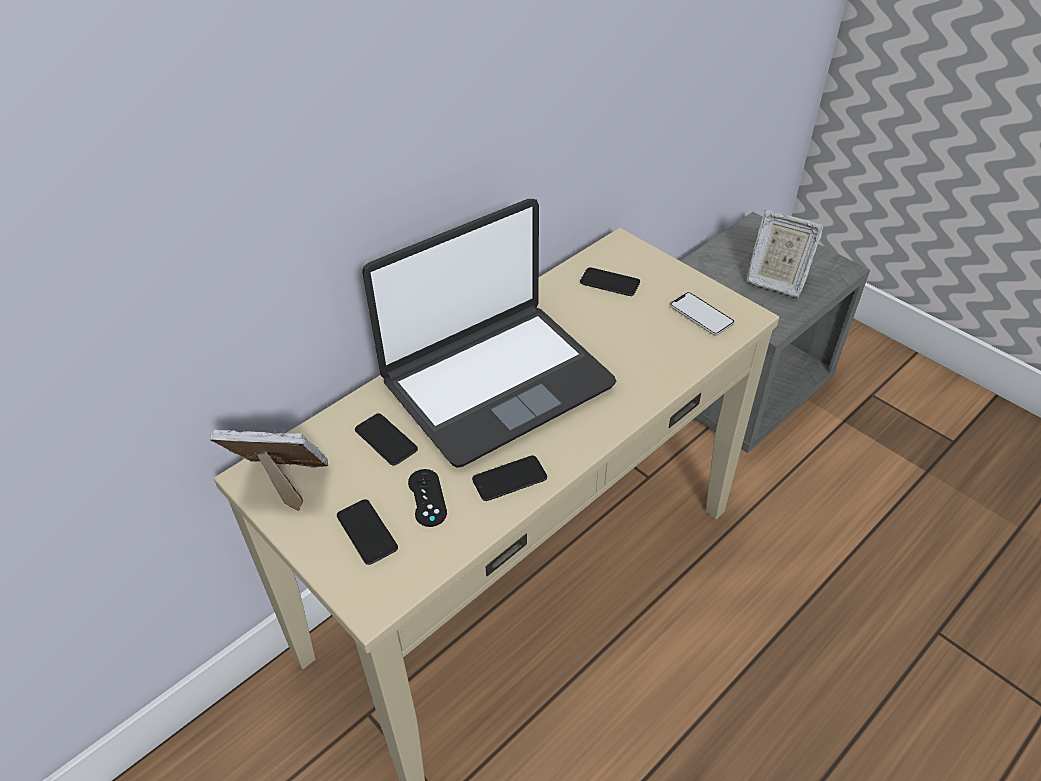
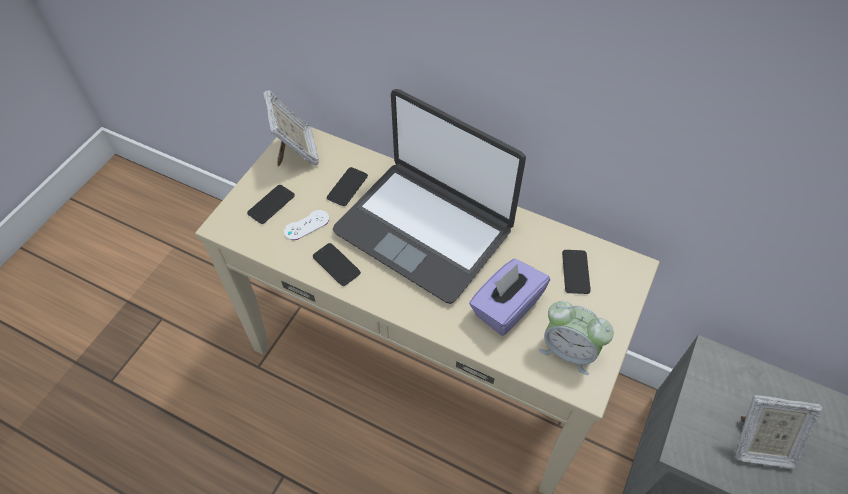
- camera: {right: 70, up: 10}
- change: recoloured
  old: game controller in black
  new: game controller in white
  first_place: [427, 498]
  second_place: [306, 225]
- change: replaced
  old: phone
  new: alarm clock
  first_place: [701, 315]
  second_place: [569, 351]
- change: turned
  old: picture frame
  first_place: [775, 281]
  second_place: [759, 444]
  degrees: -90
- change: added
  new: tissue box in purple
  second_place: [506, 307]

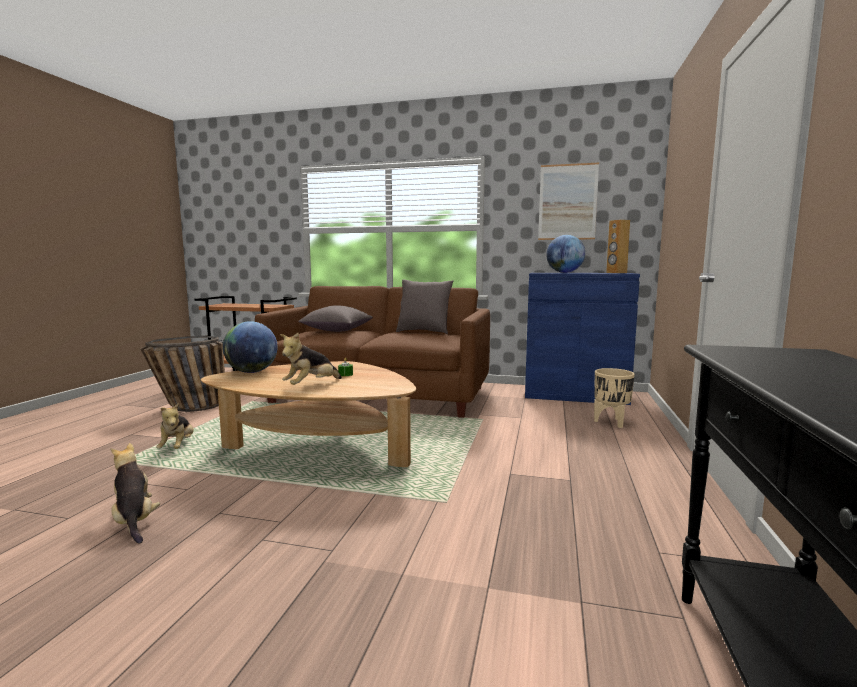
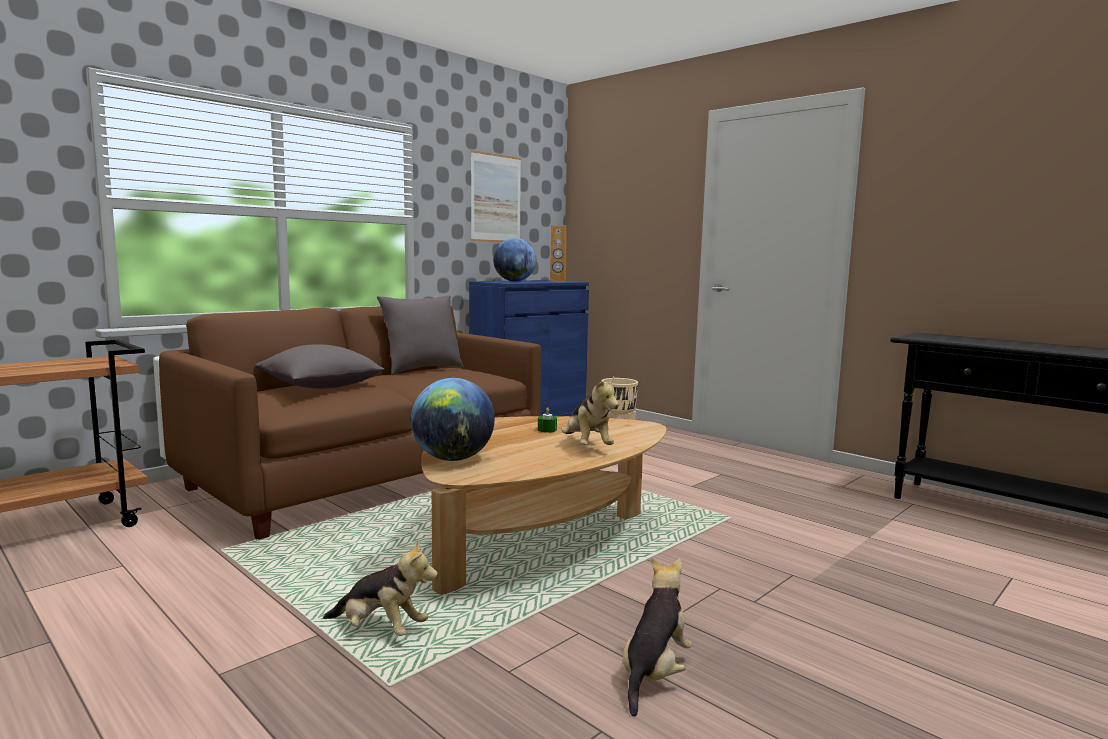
- camera: {right: -60, up: 0}
- change: turned
  old: plush toy
  first_place: [134, 520]
  second_place: [654, 673]
  degrees: 120
- change: removed
  old: basket
  first_place: [187, 408]

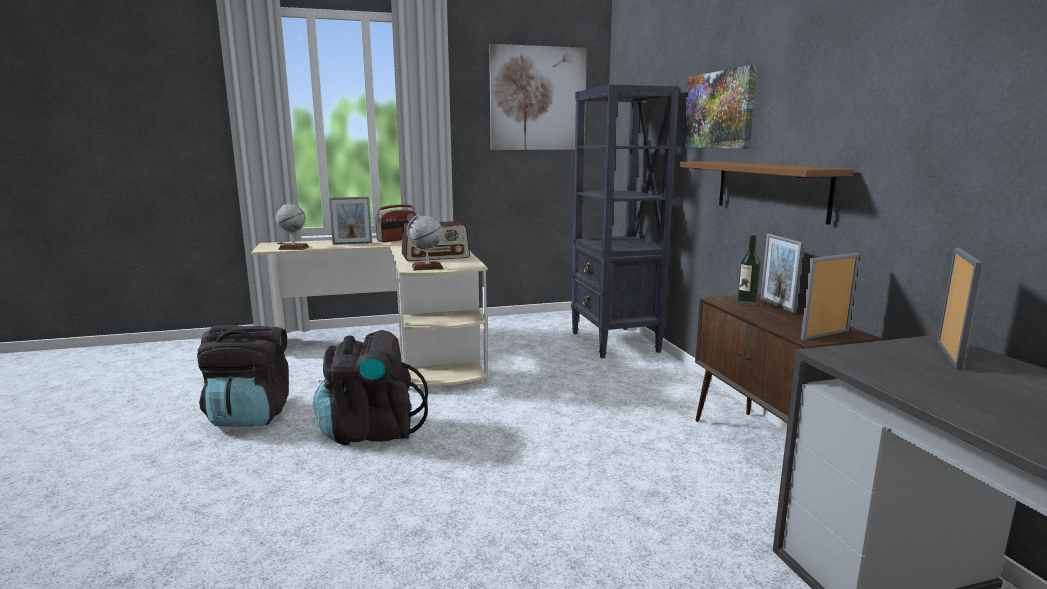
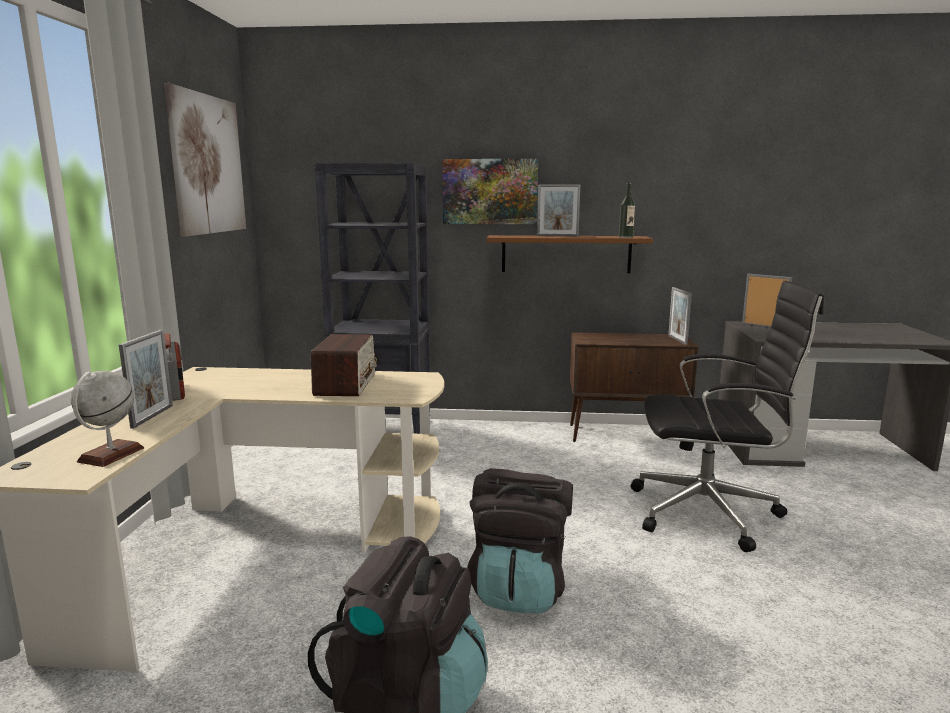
- camera: {right: -70, up: 0}
- change: removed
  old: globe
  first_place: [427, 267]
- change: moved
  old: bottle
  first_place: [746, 303]
  second_place: [626, 237]
- change: moved
  old: picture frame
  first_place: [777, 305]
  second_place: [557, 236]
- change: added
  new: office chair in black
  second_place: [709, 513]

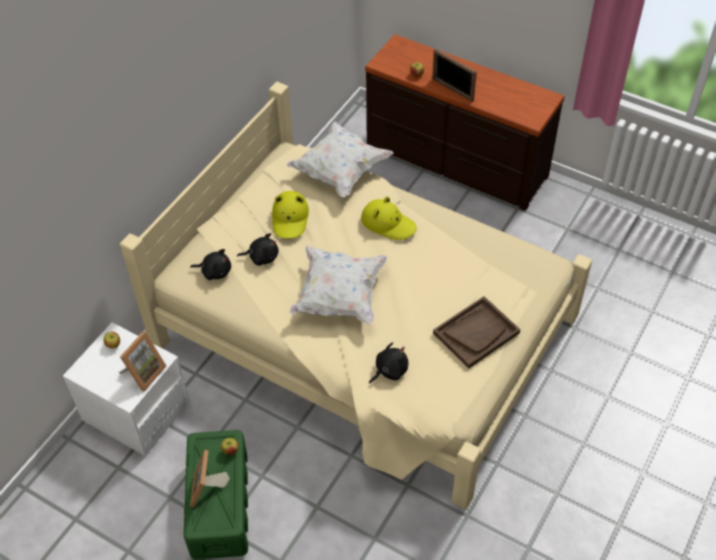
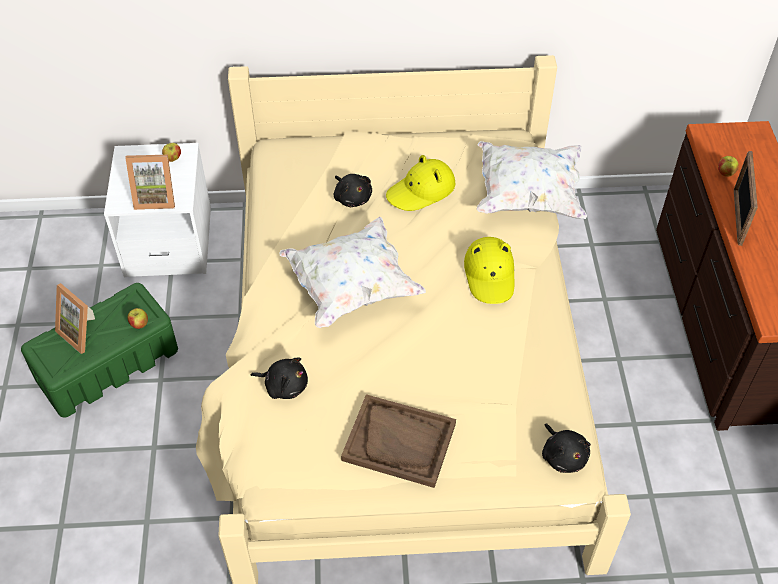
- camera: {right: 55, up: 0}
- change: moved
  old: plush toy in black
  first_place: [215, 271]
  second_place: [563, 456]
- change: turned
  old: picture frame
  first_place: [207, 490]
  second_place: [82, 332]
  degrees: -105

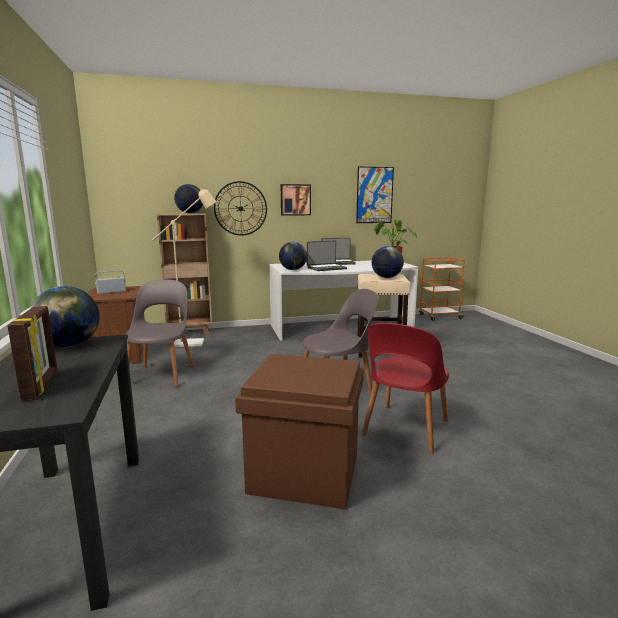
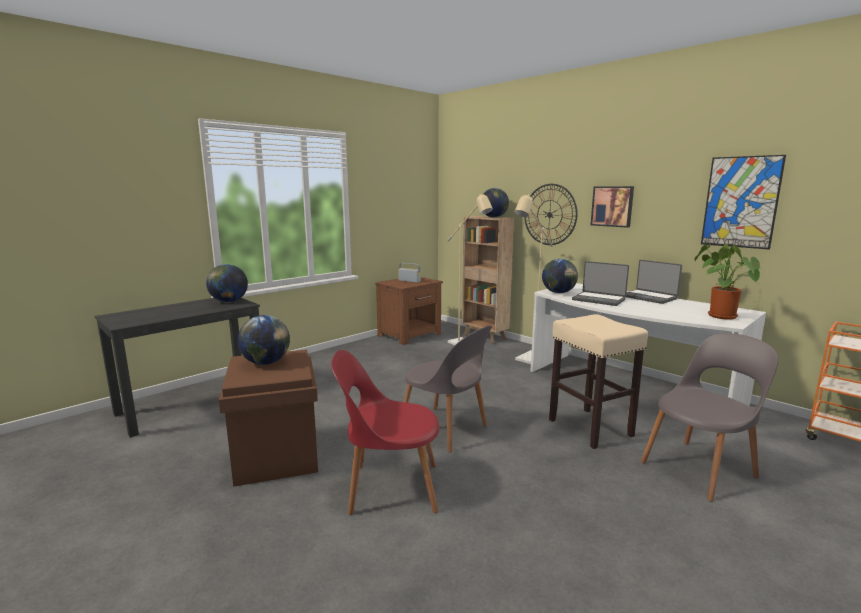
- camera: {right: 60, up: 0}
- change: removed
  old: picture frame
  first_place: [42, 385]
- change: moved
  old: chair in grey
  first_place: [161, 374]
  second_place: [701, 468]
- change: moved
  old: globe
  first_place: [386, 277]
  second_place: [266, 363]
- change: added
  new: floor lamp in beige
  second_place: [528, 360]

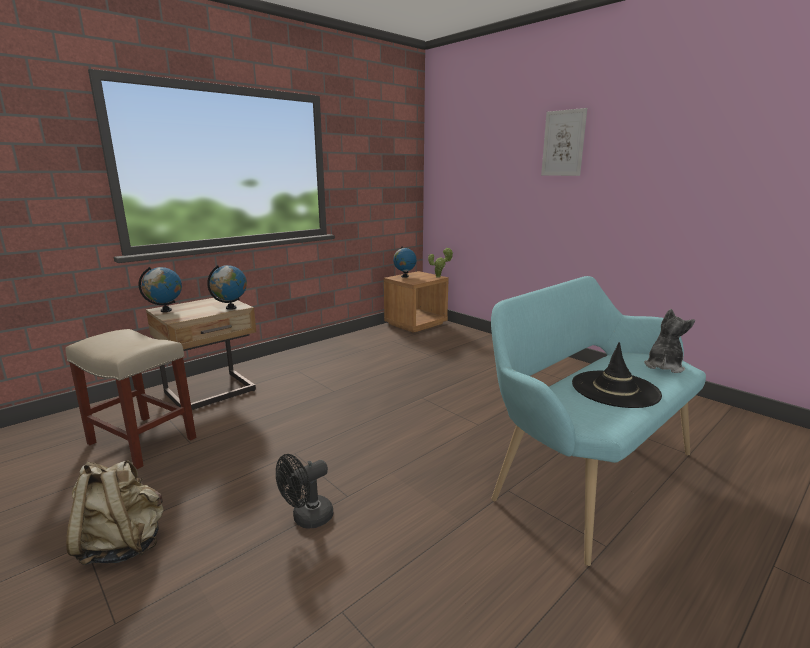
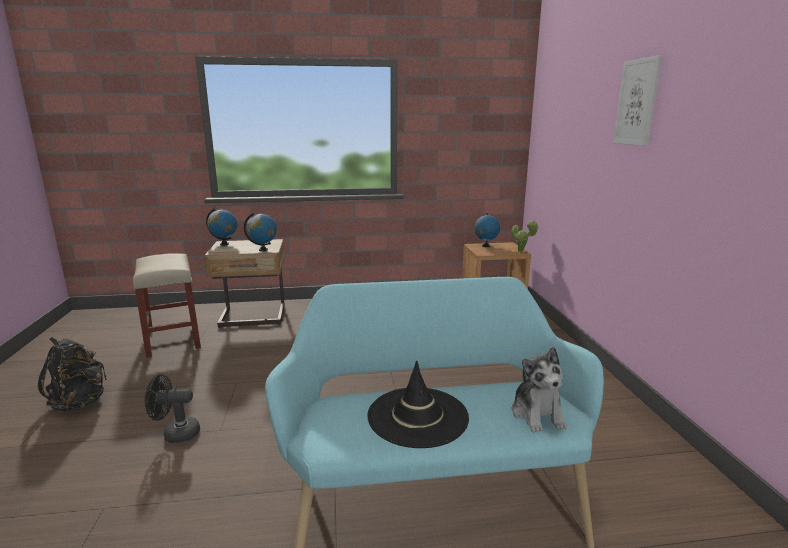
- camera: {right: 35, up: 0}
- change: recoloured
  old: backpack in beige
  new: backpack in black
  first_place: [123, 545]
  second_place: [80, 402]
- change: turned
  old: plush toy
  first_place: [663, 366]
  second_place: [537, 414]
  degrees: 105

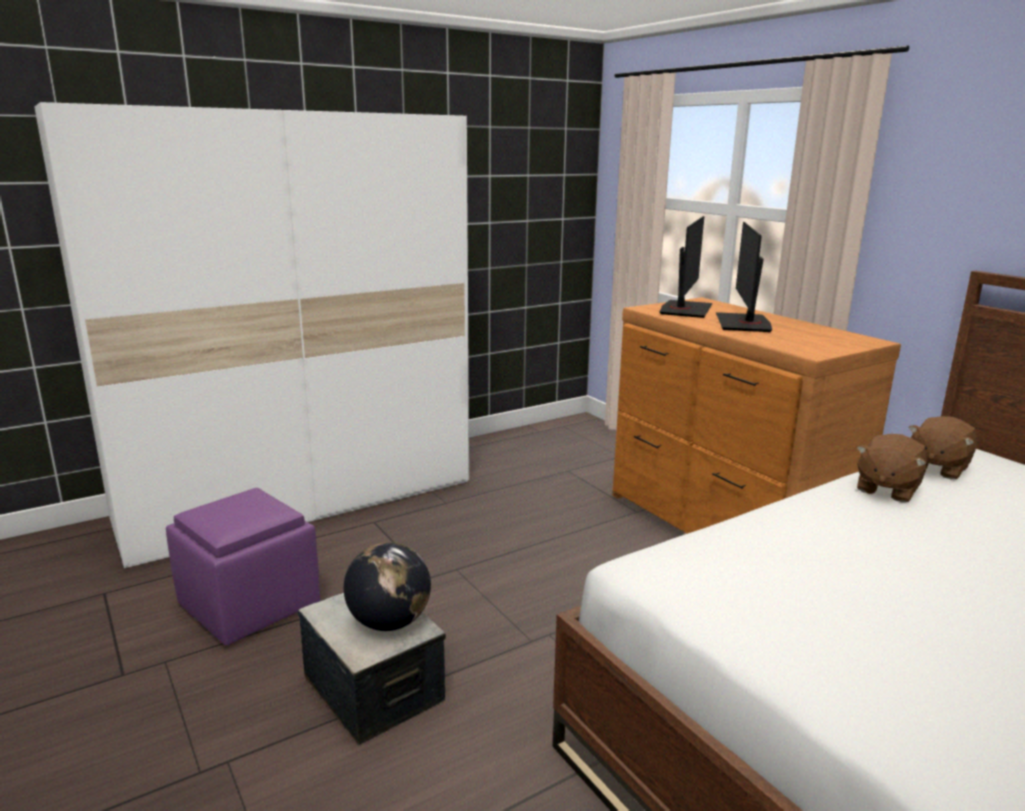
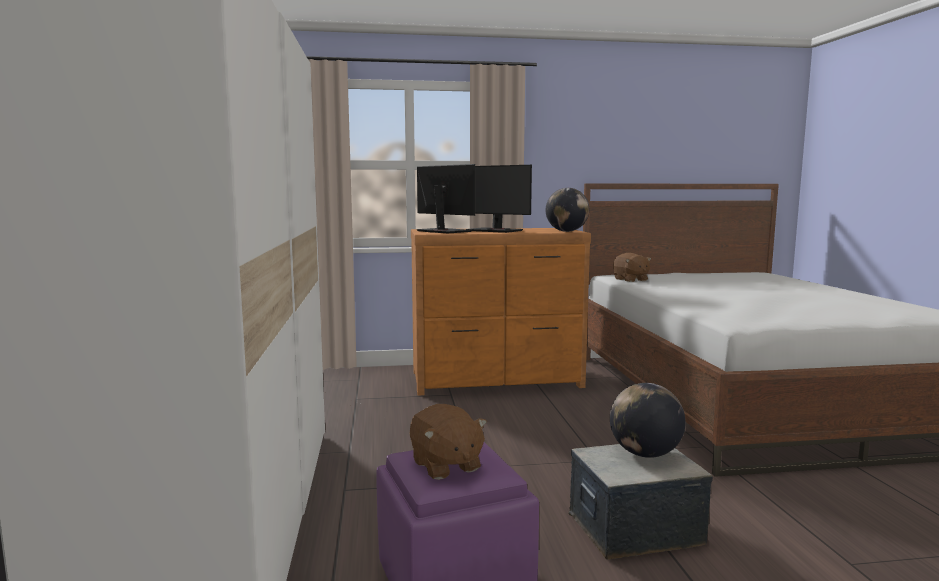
- camera: {right: -65, up: -10}
- change: moved
  old: plush toy in brown
  first_place: [886, 489]
  second_place: [445, 465]
- change: added
  new: globe
  second_place: [566, 231]

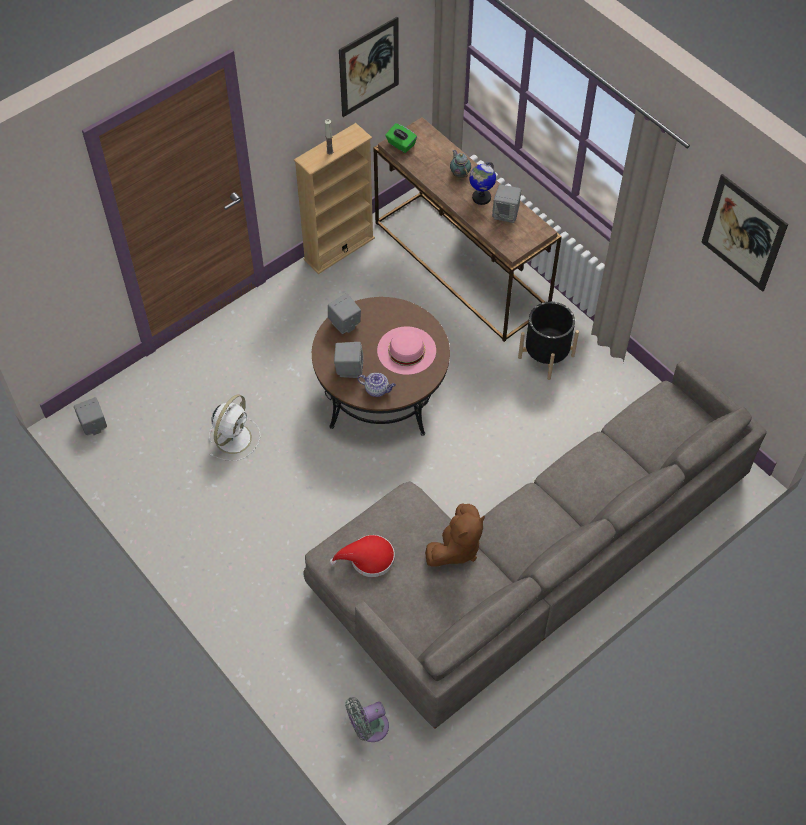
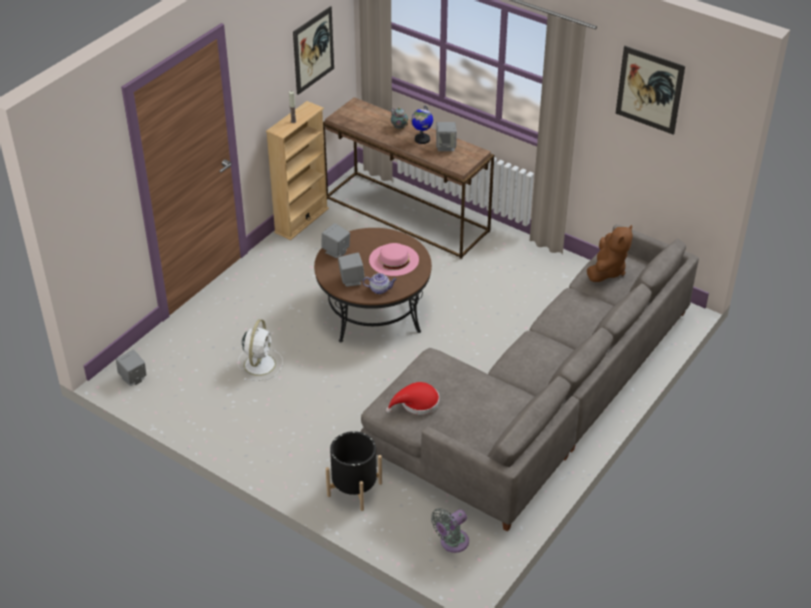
- camera: {right: -15, up: -15}
- change: removed
  old: tissue box in green
  first_place: [400, 144]
- change: moved
  old: plush toy in brown
  first_place: [456, 548]
  second_place: [607, 270]
- change: moved
  old: planter in black
  first_place: [546, 356]
  second_place: [354, 489]

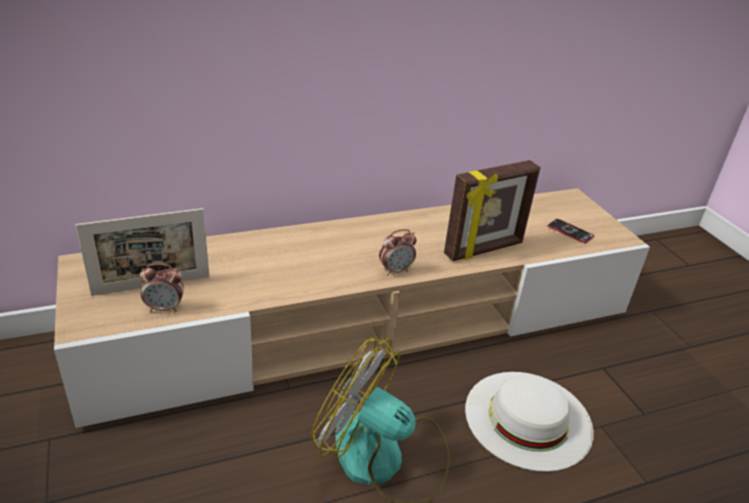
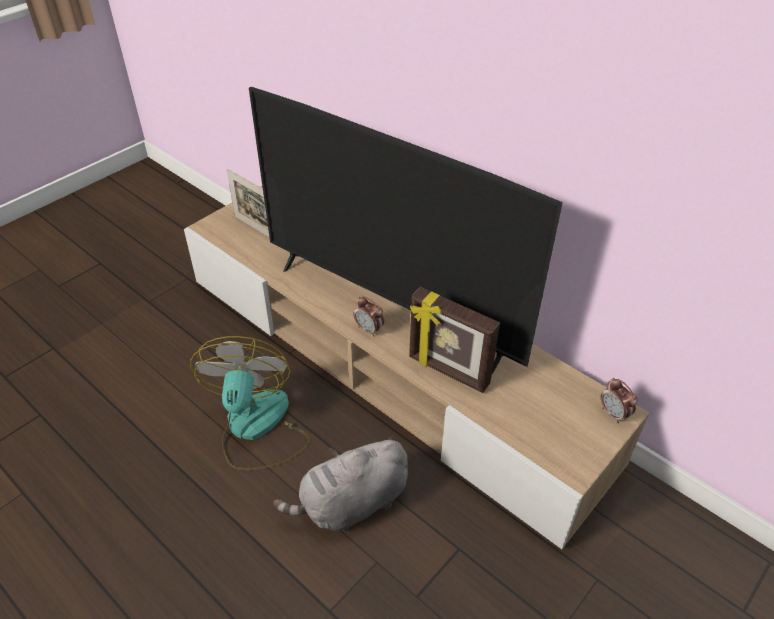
- camera: {right: 65, up: 10}
- change: moved
  old: alarm clock
  first_place: [165, 308]
  second_place: [613, 414]
- change: replaced
  old: hat in white
  new: plush toy in grey
  first_place: [528, 418]
  second_place: [350, 504]
- change: removed
  old: phone
  first_place: [570, 231]
- change: added
  new: television
  second_place: [390, 309]

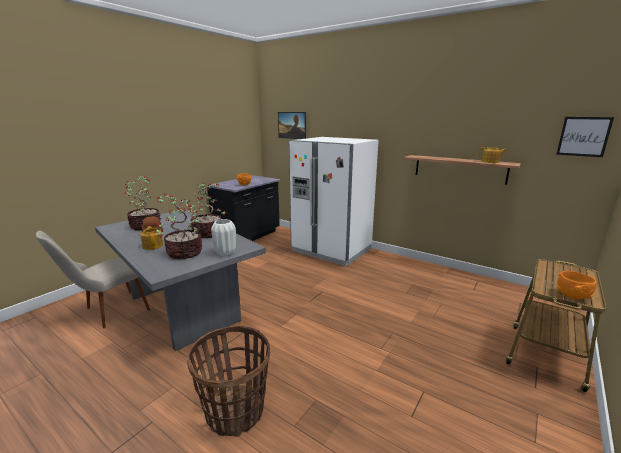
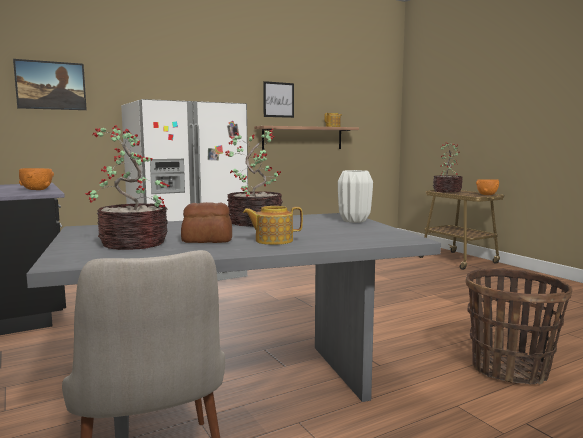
- camera: {right: -65, up: -10}
- change: moved
  old: potted plant
  first_place: [183, 253]
  second_place: [447, 191]
- change: moved
  old: picture
  first_place: [583, 136]
  second_place: [278, 99]

